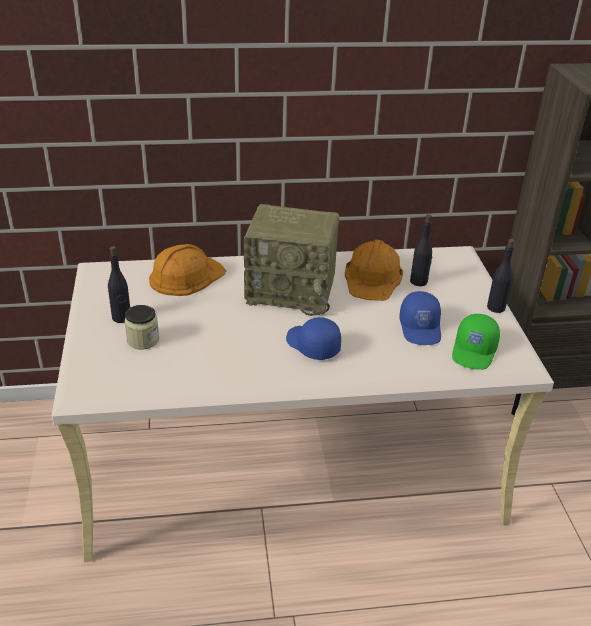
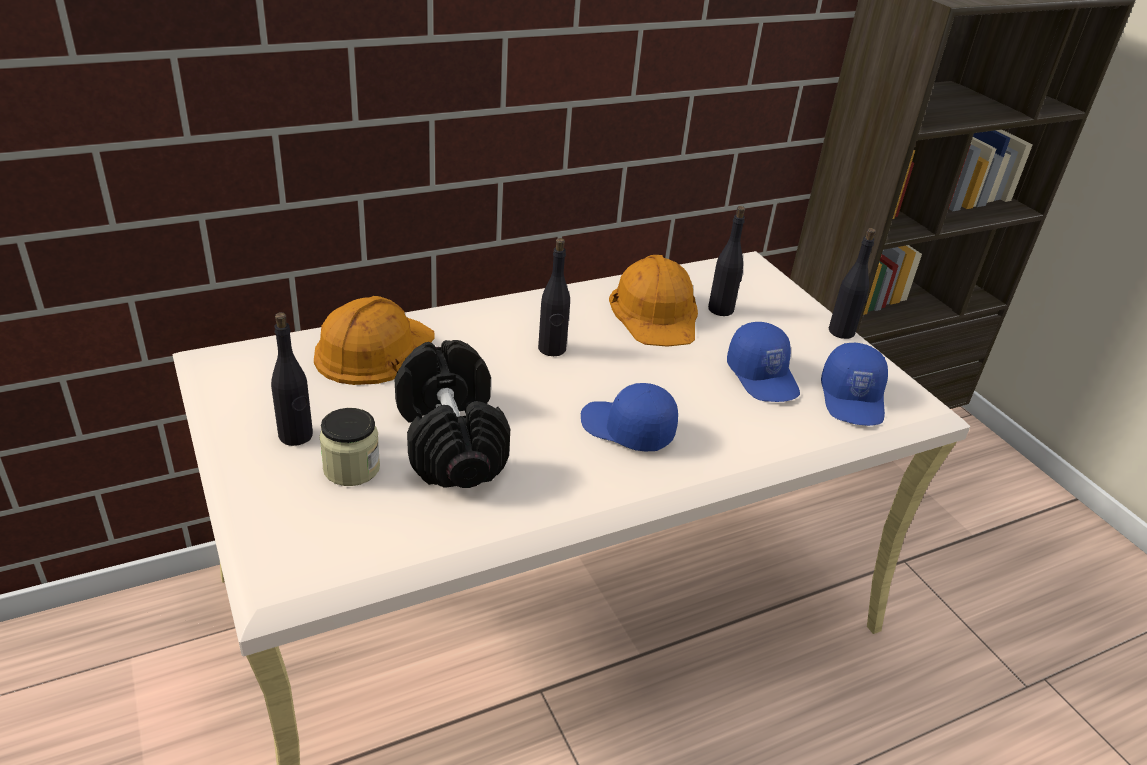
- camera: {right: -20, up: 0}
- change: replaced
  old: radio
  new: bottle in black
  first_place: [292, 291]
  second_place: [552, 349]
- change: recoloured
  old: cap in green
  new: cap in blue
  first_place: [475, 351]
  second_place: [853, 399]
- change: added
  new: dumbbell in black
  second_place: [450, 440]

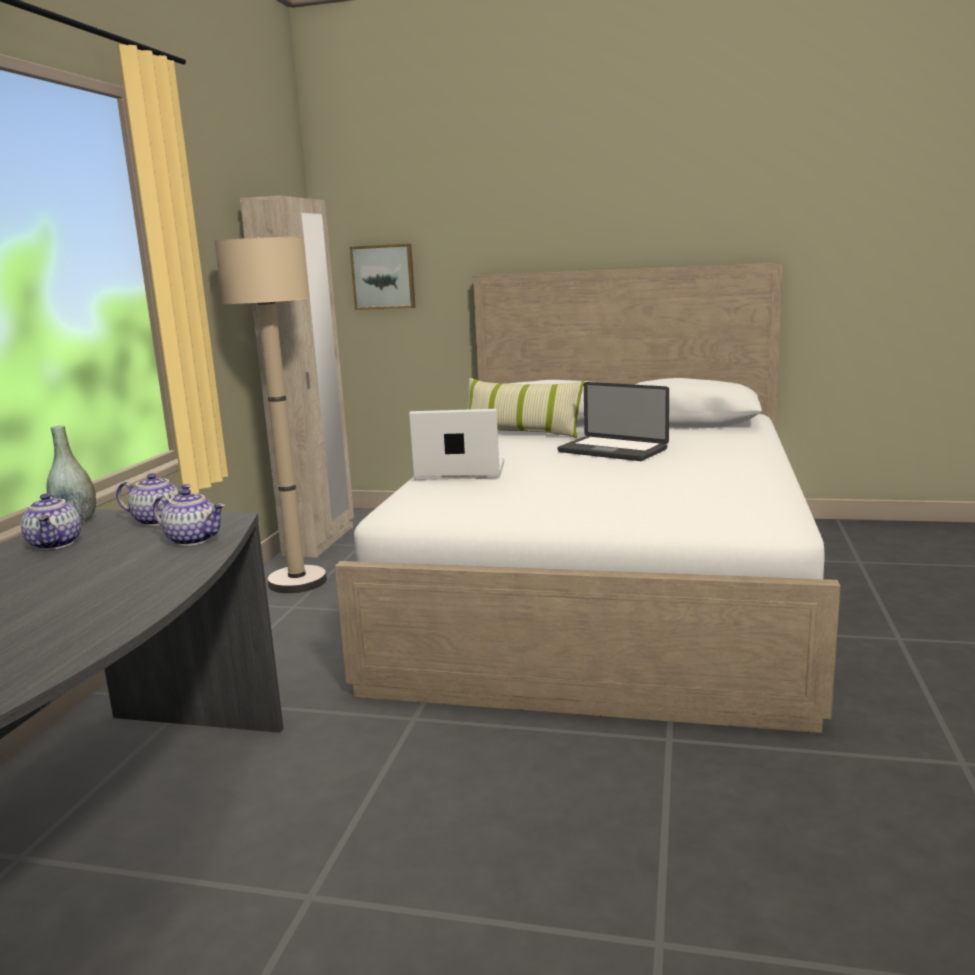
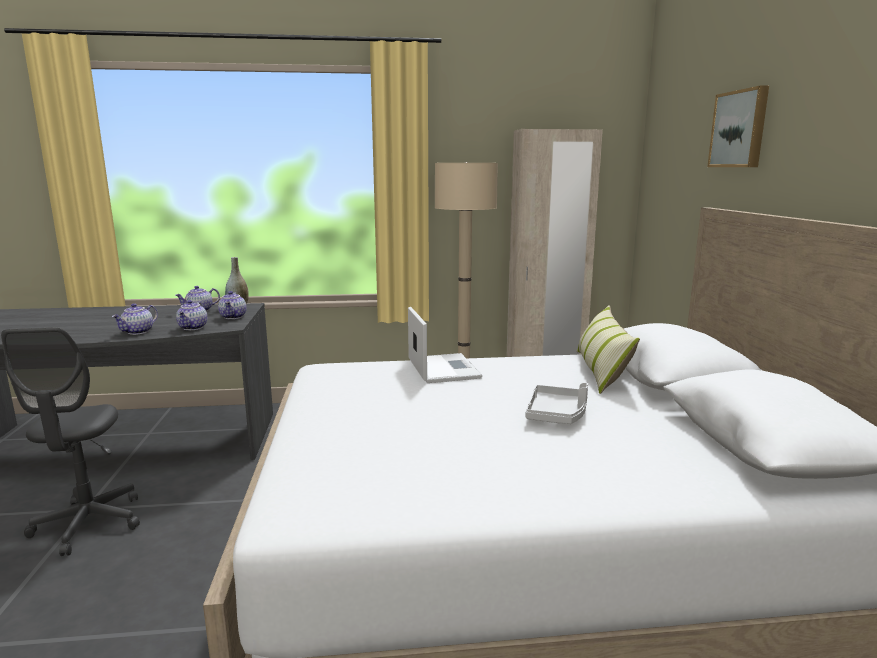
- camera: {right: 70, up: 0}
- change: moved
  old: picture
  first_place: [384, 277]
  second_place: [740, 129]
- change: replaced
  old: laptop
  new: tray in grey
  first_place: [612, 450]
  second_place: [557, 414]
- change: added
  new: office chair in grey
  second_place: [89, 524]
- change: added
  new: teapot
  second_place: [138, 332]

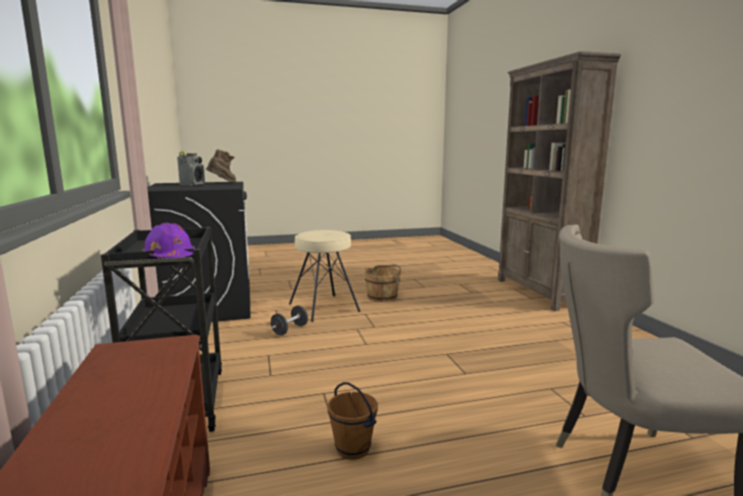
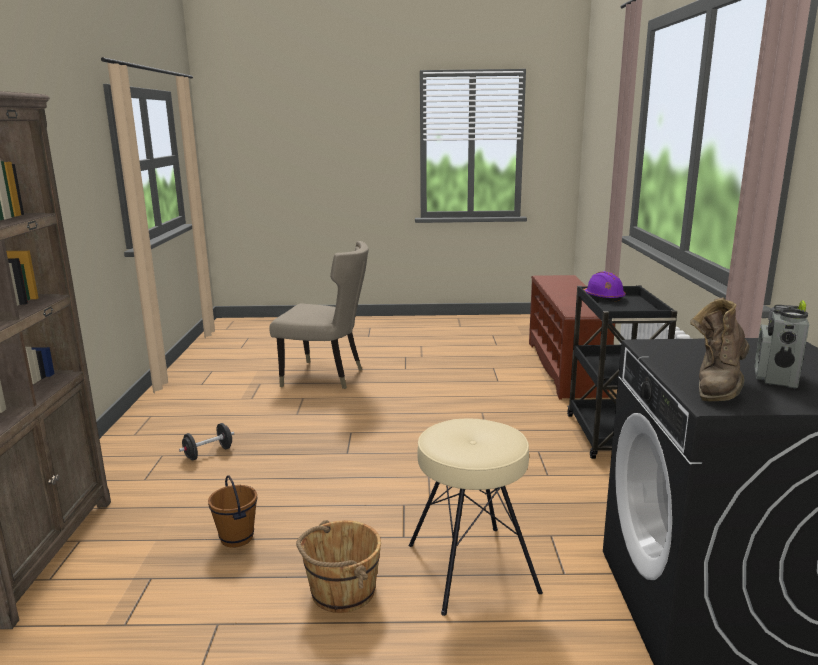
- camera: {right: -165, up: 5}
- change: moved
  old: dumbbell in black
  first_place: [290, 330]
  second_place: [208, 453]
- change: moved
  old: bucket in brown
  first_place: [353, 448]
  second_place: [236, 538]

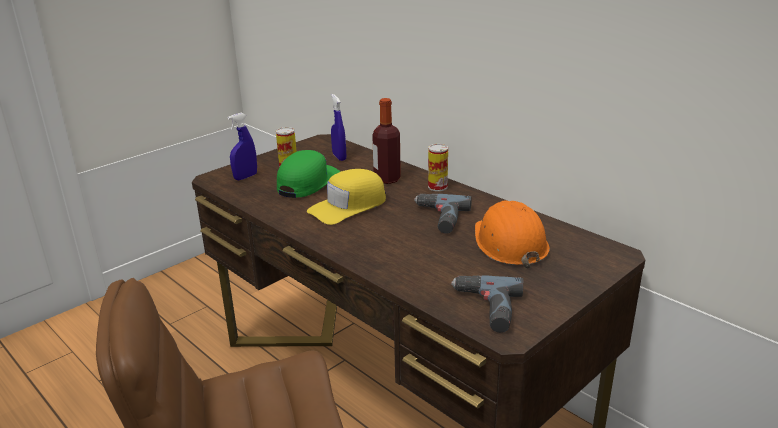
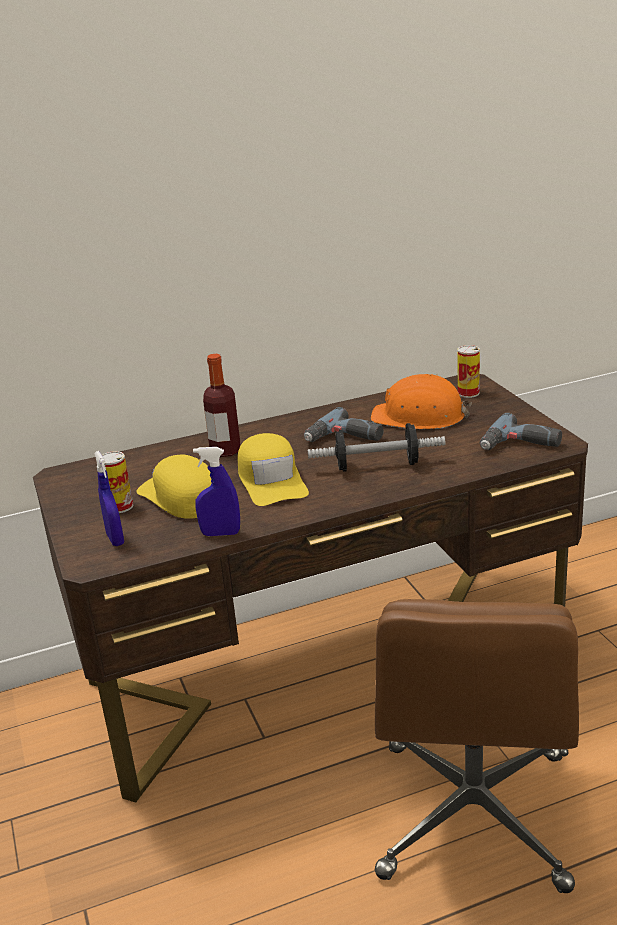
- camera: {right: -65, up: 0}
- change: recoloured
  old: cap in green
  new: cap in yellow
  first_place: [308, 182]
  second_place: [181, 497]
- change: moved
  old: spray bottle in blue
  first_place: [339, 157]
  second_place: [220, 533]
- change: moved
  old: can
  first_place: [437, 187]
  second_place: [468, 393]
- change: added
  new: dumbbell
  second_place: [377, 466]

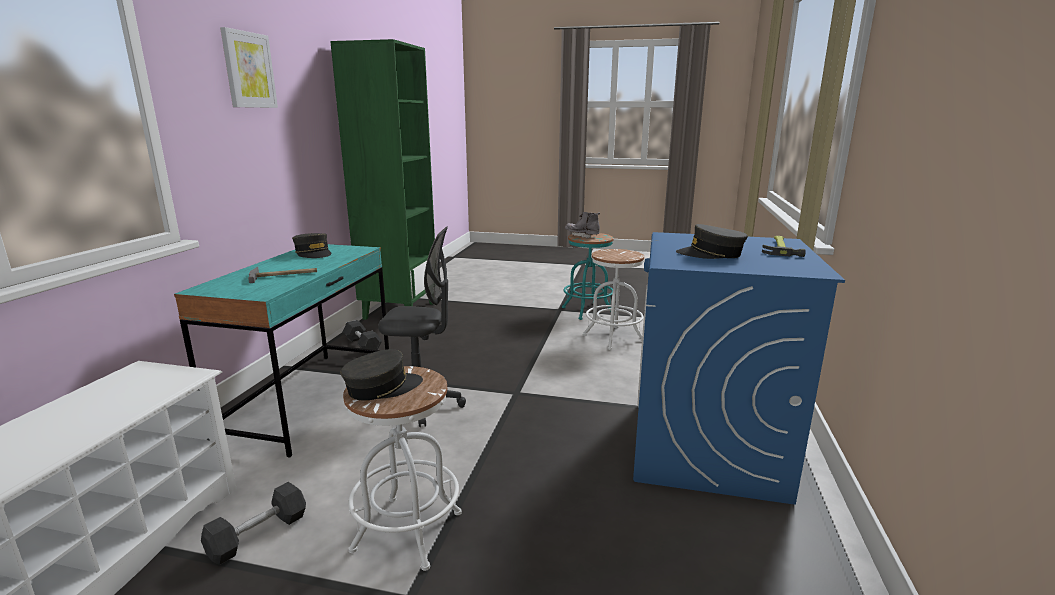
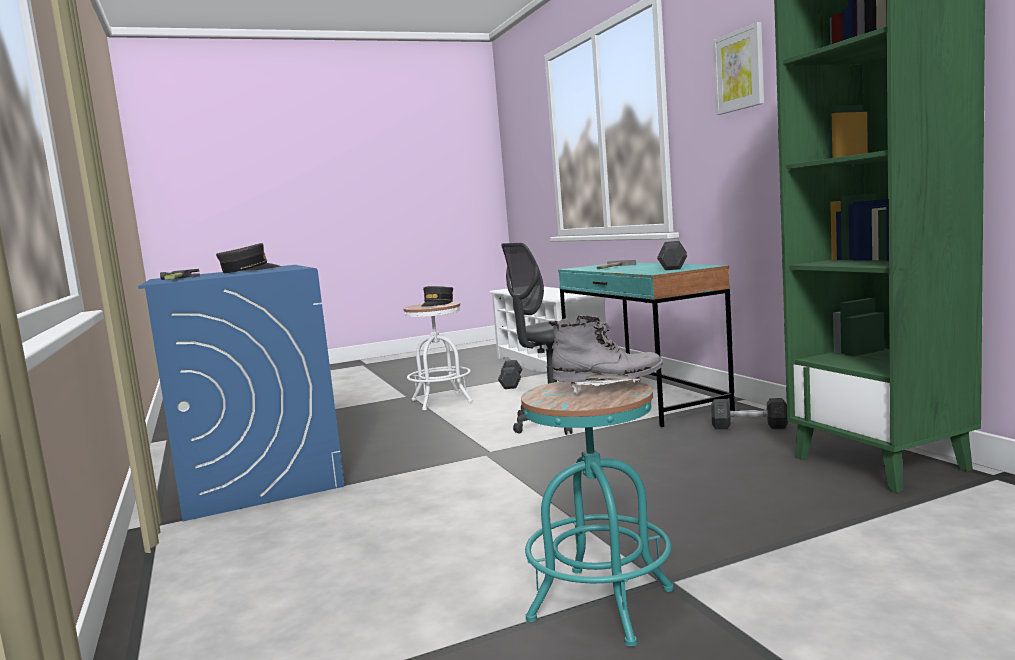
- camera: {right: 145, up: -10}
- change: replaced
  old: cap in grey
  new: dumbbell in grey
  first_place: [313, 253]
  second_place: [673, 267]
- change: removed
  old: stool in white
  first_place: [613, 338]

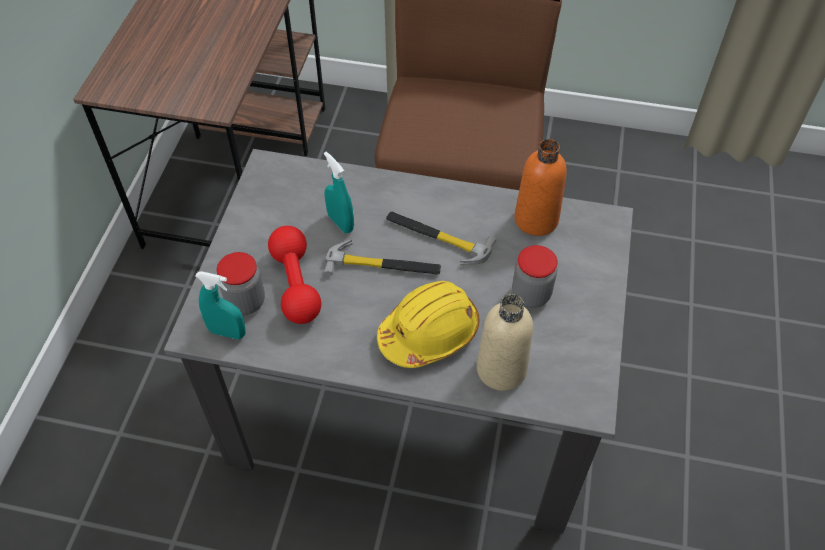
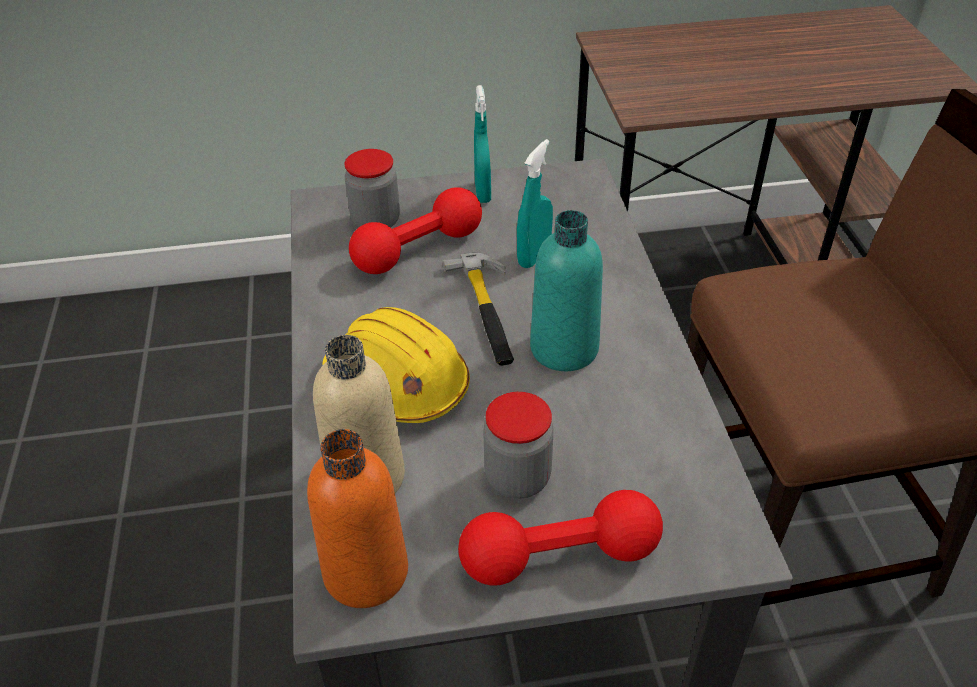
- camera: {right: 70, up: -10}
- change: moved
  old: spray bottle in turquoise
  first_place: [227, 332]
  second_place: [483, 193]
- change: replaced
  old: hammer
  new: bottle in turquoise
  first_place: [437, 238]
  second_place: [564, 348]
- change: moved
  old: bottle in orange
  first_place: [536, 219]
  second_place: [366, 572]
- change: added
  new: dumbbell in red
  second_place: [559, 556]

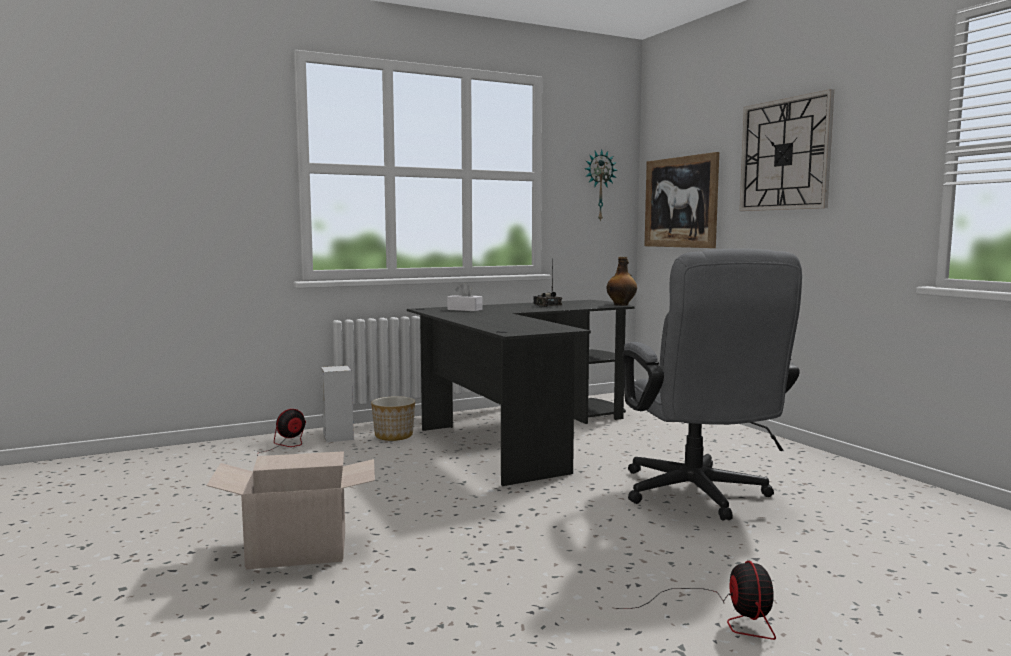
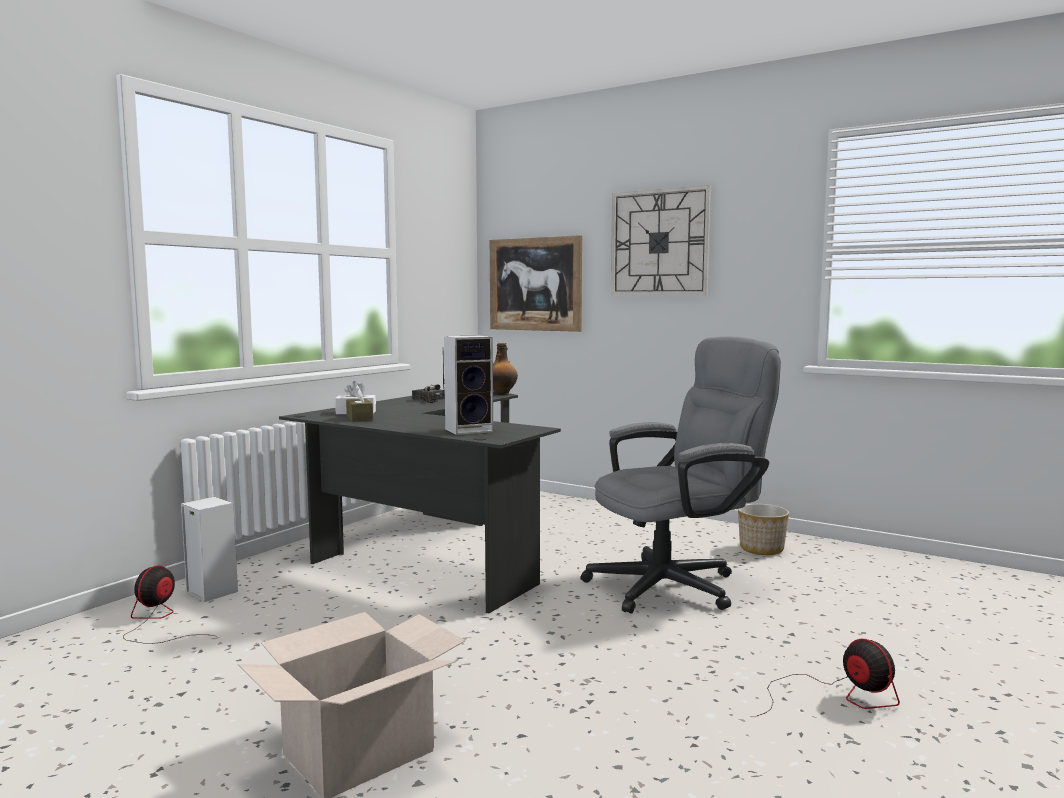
- camera: {right: -30, up: 0}
- change: moved
  old: planter
  first_place: [394, 436]
  second_place: [762, 549]
- change: removed
  old: wall clock
  first_place: [599, 185]
- change: turned
  old: office chair in grey
  first_place: [699, 497]
  second_place: [676, 584]
  degrees: -75
- change: added
  new: tissue box in brown
  second_place: [359, 418]
- change: added
  new: speaker
  second_place: [470, 430]

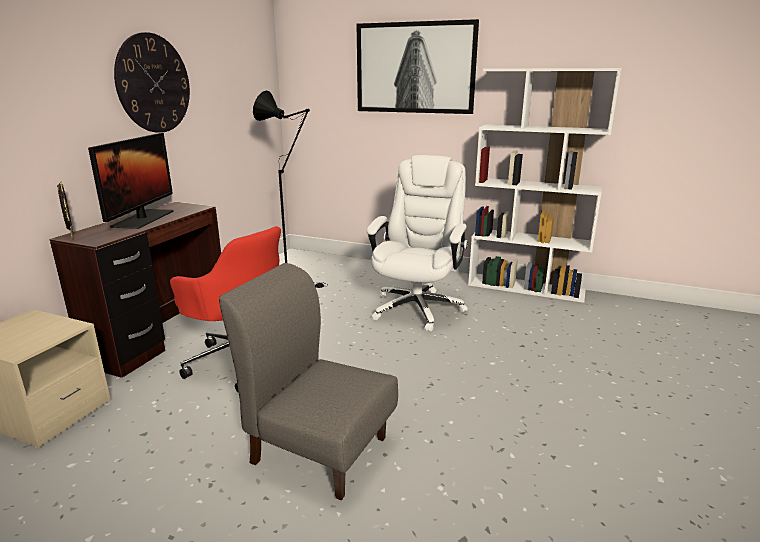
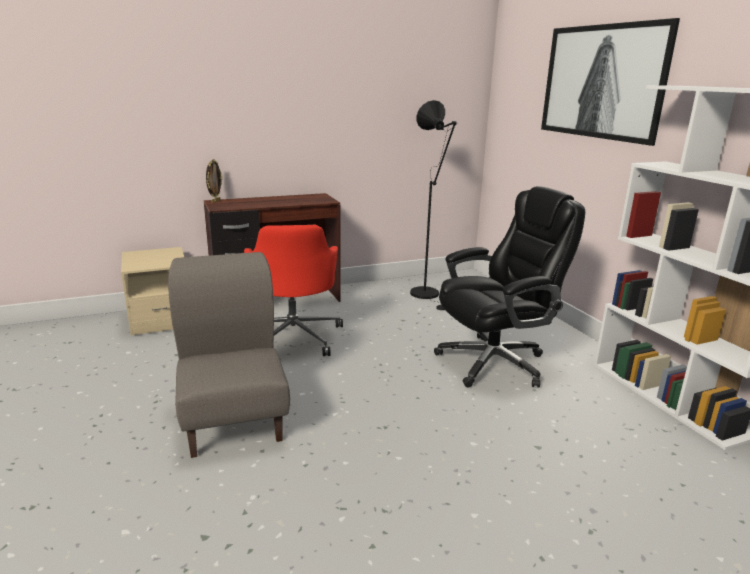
- camera: {right: 45, up: 0}
- change: removed
  old: monitor
  first_place: [143, 219]
- change: removed
  old: wall clock
  first_place: [153, 84]
- change: recoloured
  old: office chair in white
  new: office chair in black
  first_place: [417, 308]
  second_place: [494, 362]

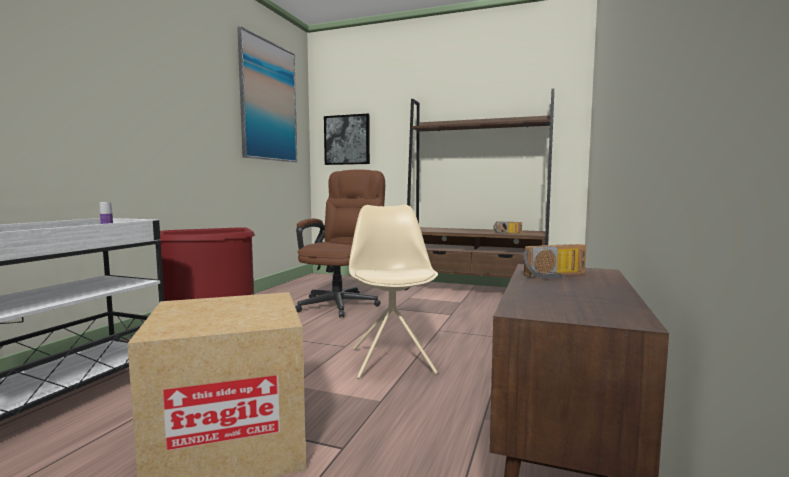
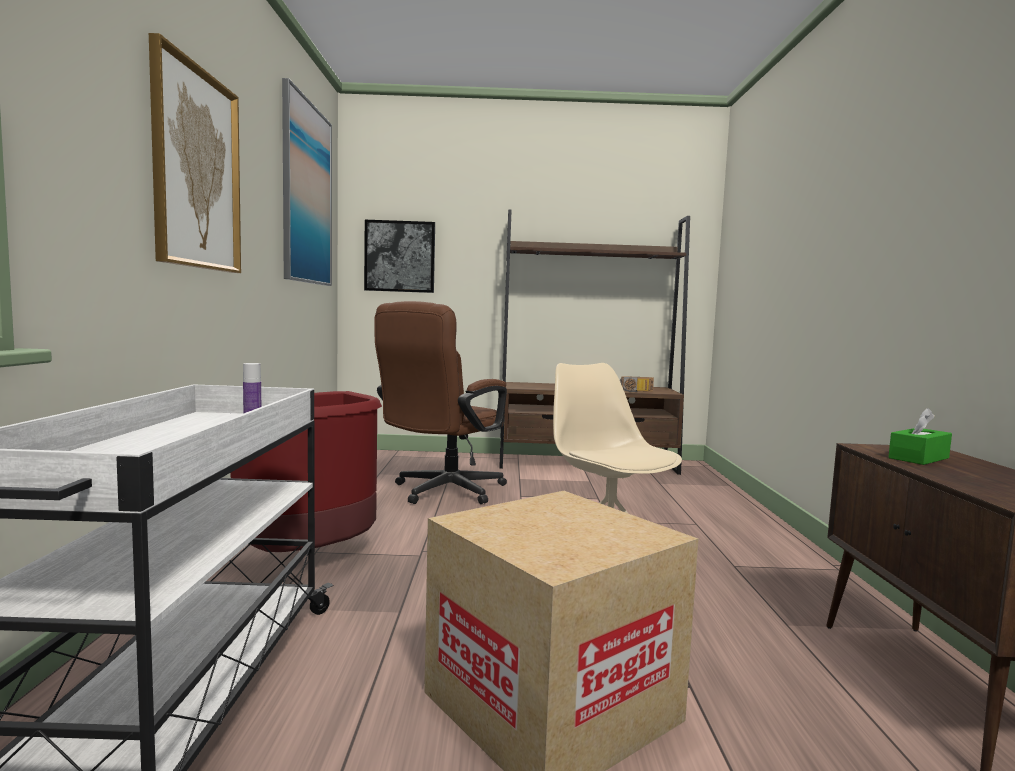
- camera: {right: -20, up: 0}
- change: turned
  old: office chair in brown
  first_place: [342, 303]
  second_place: [442, 492]
  degrees: -150
- change: replaced
  old: radio
  new: tissue box in green
  first_place: [556, 276]
  second_place: [918, 458]
- change: added
  new: picture
  second_place: [196, 170]

